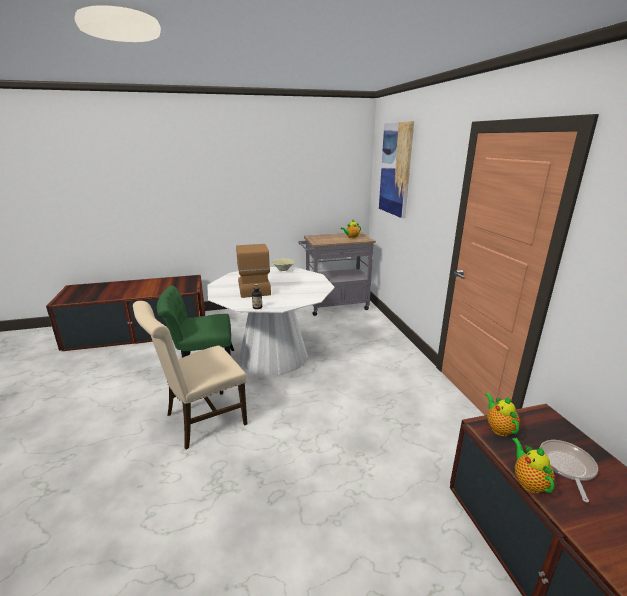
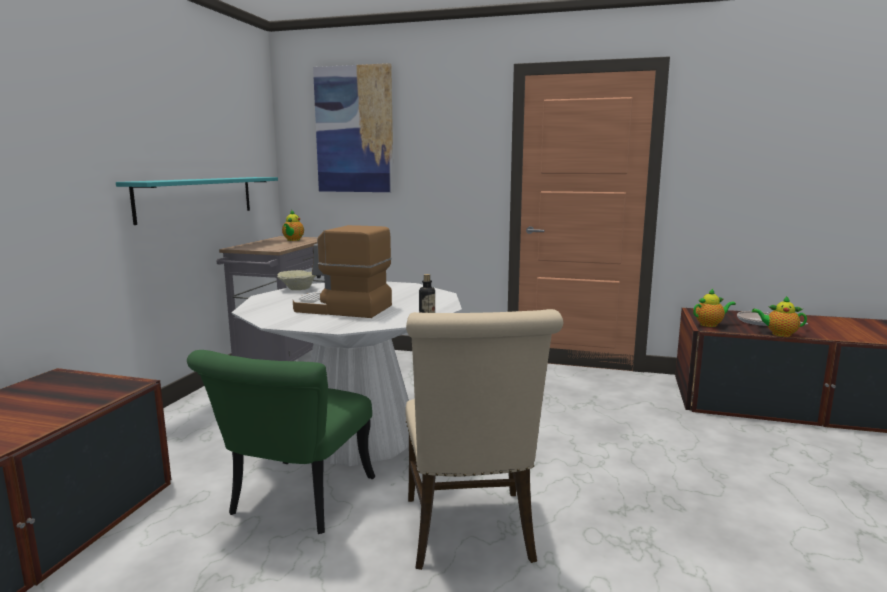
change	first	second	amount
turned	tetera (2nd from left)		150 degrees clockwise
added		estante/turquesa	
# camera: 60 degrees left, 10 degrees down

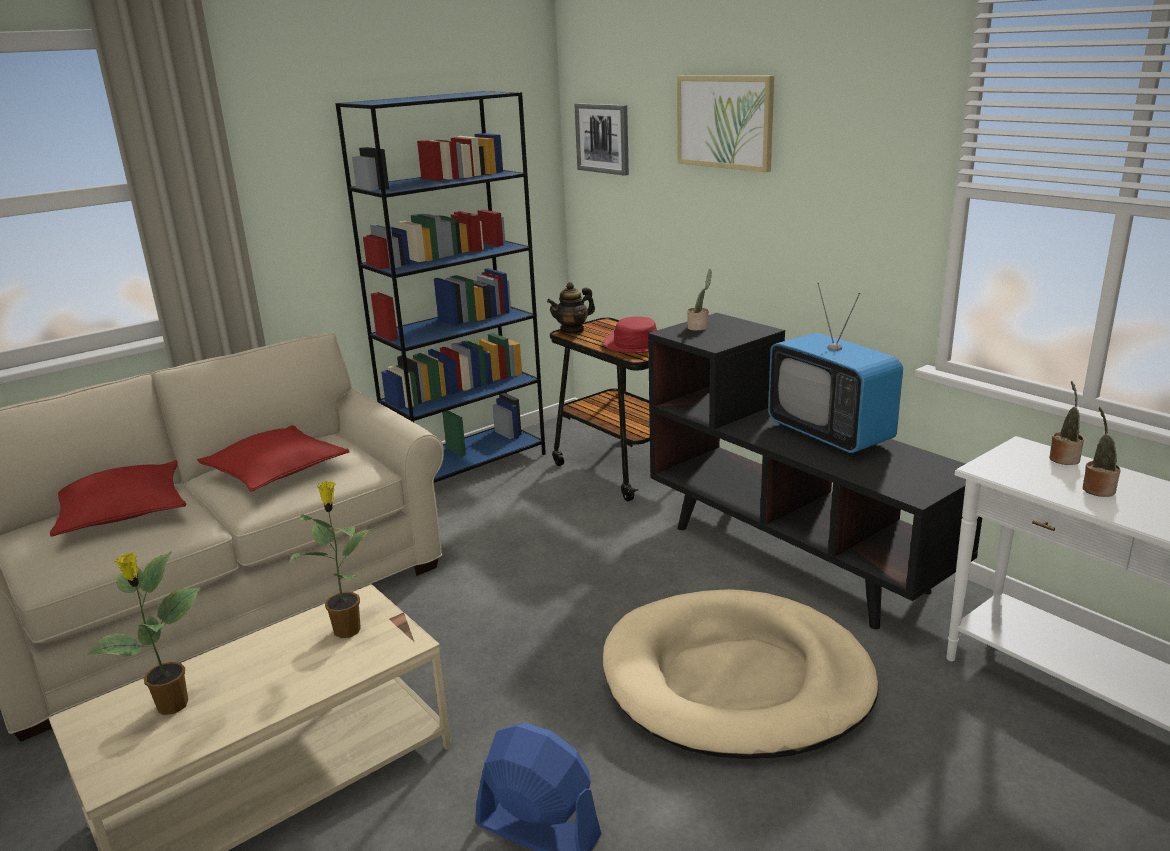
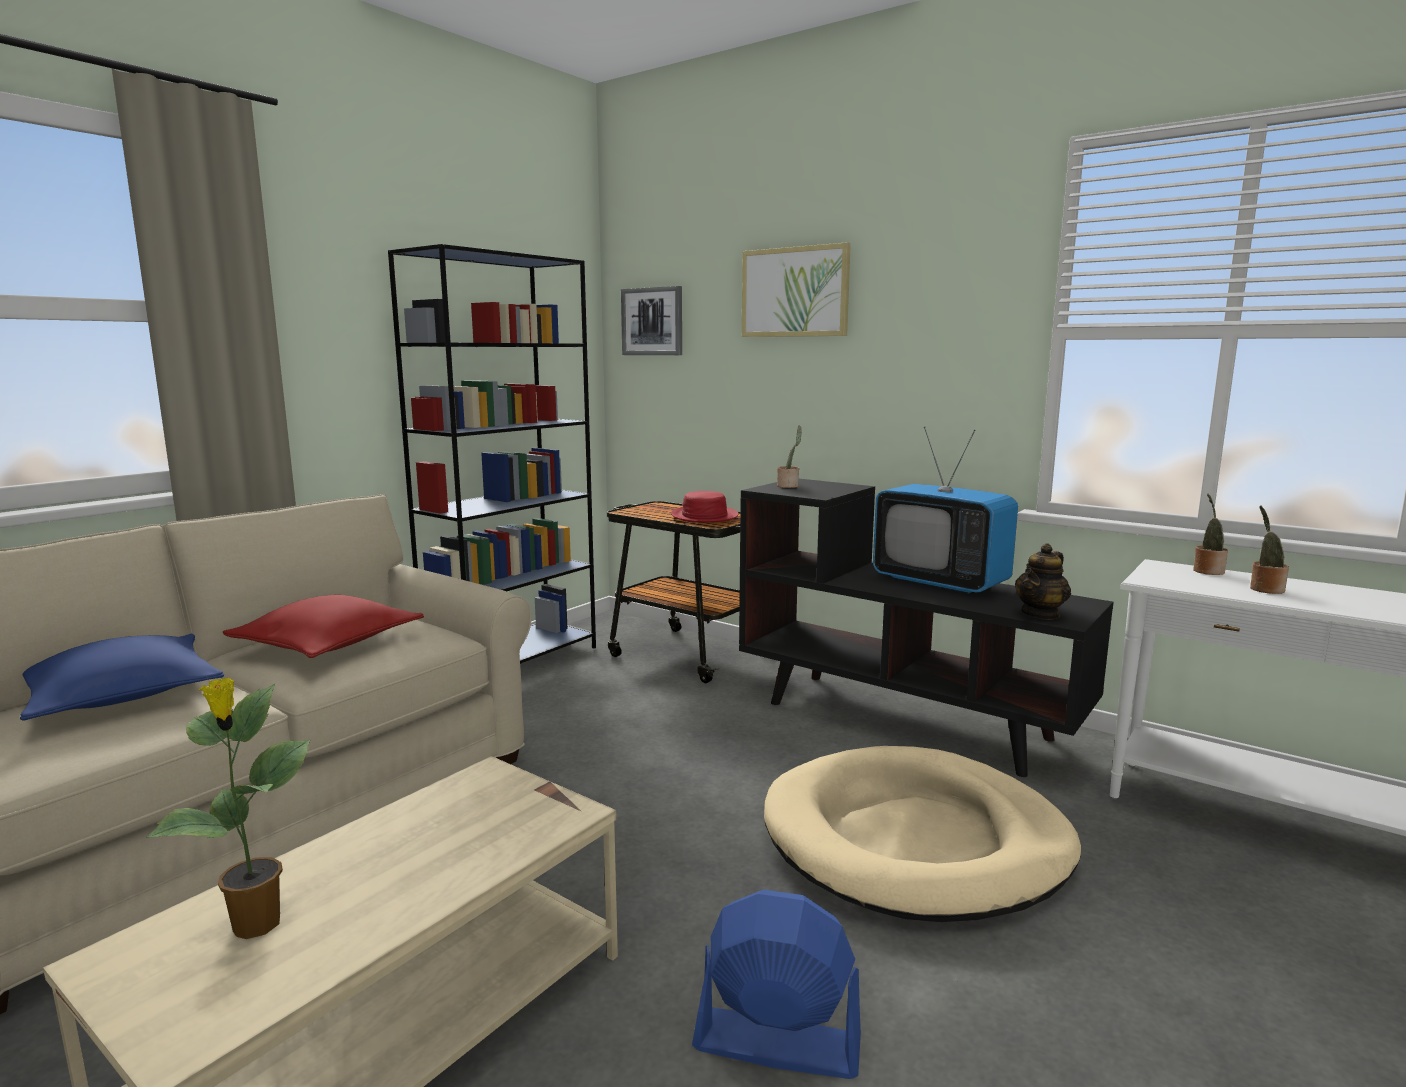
change	first	second	amount
recoloured	cojín/rojo (1st from left)	cojín/azul	
removed	planta en maceta (2nd from left)		
moved	tetera		
# camera: 15 degrees left, 10 degrees down

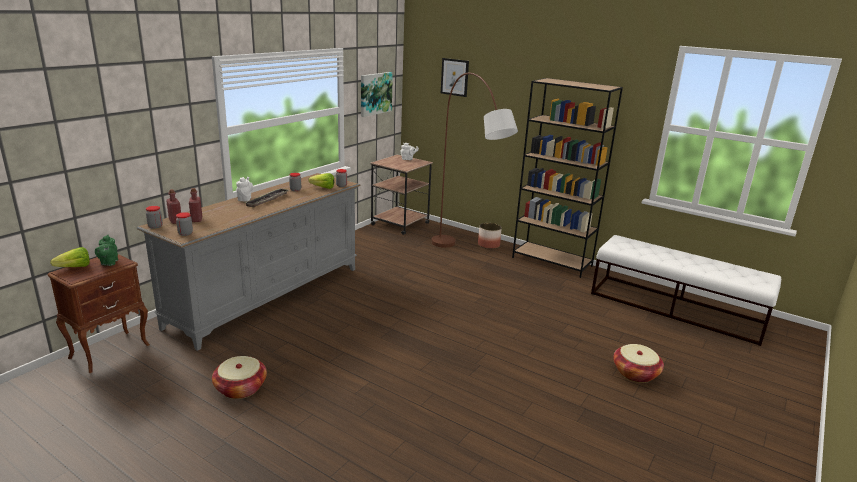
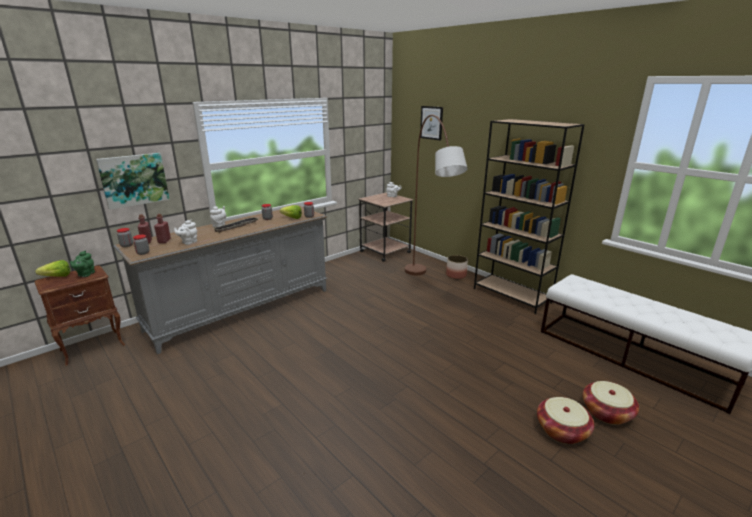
change	first	second	amount
moved	cesta (1st from left in the first image)	cesta (2nd from left)	
moved	cuadro (1st from left)		
added		tetera/blanco (1st from left)	
# camera: 15 degrees right, 0 degrees up

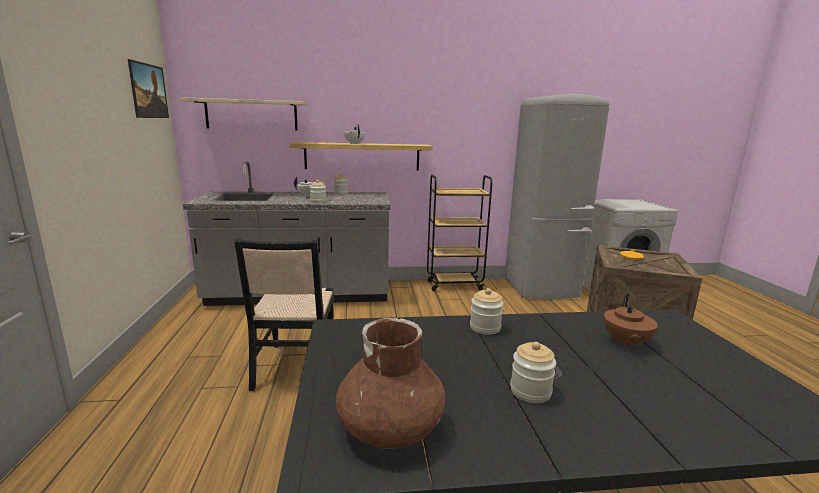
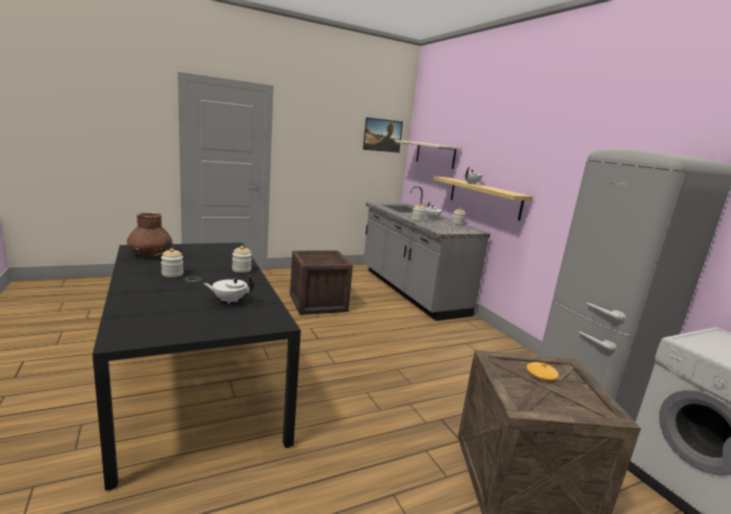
change	first	second	amount
replaced	silla	caja de embalaje (1st from left)	
removed	carrito/marrón		
recoloured	tetera/marrón	tetera/blanco (1st from left)	
# camera: 70 degrees right, 0 degrees up

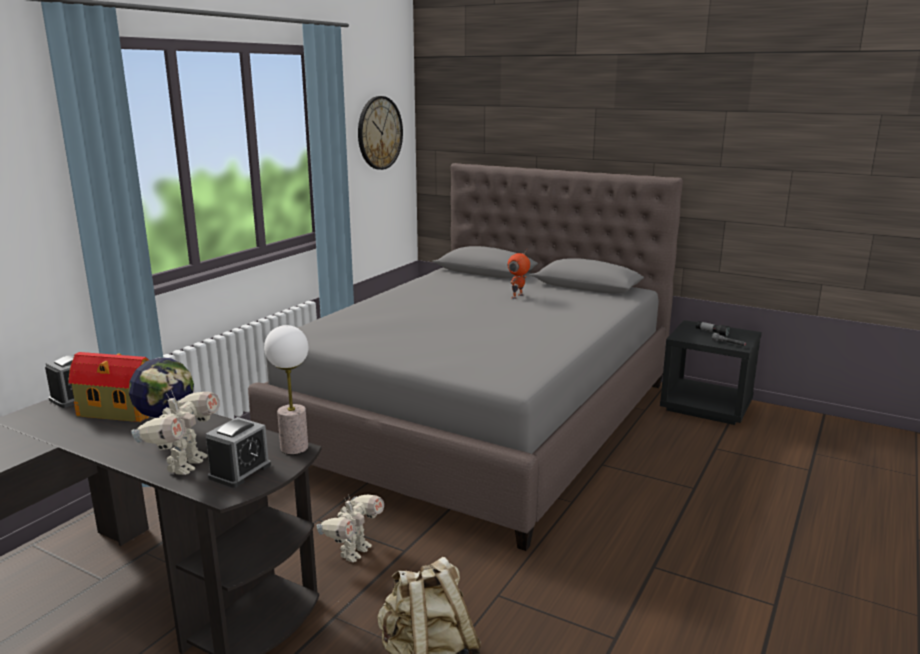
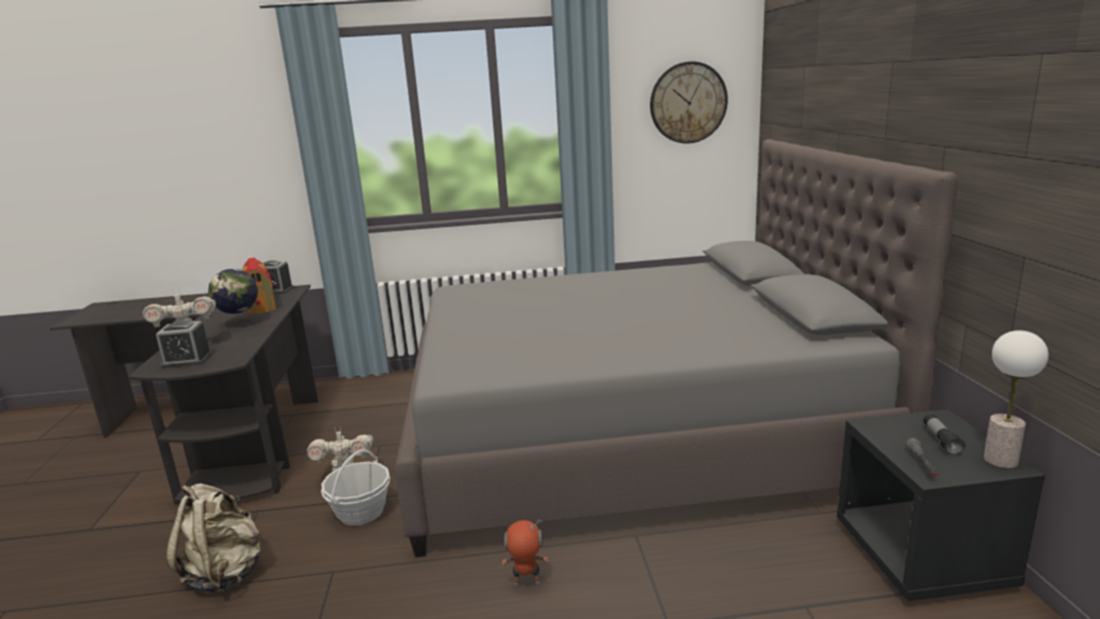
change	first	second	amount
moved	lámpara de mesa		
moved	robot de juguete (3rd from left)		
added		cesta	
# camera: 55 degrees right, 0 degrees up

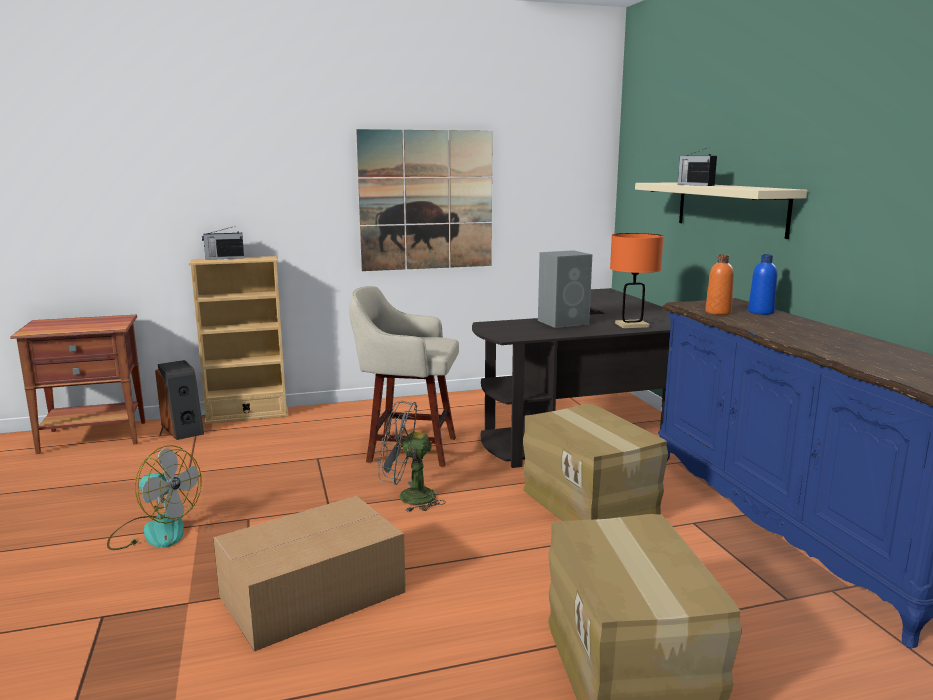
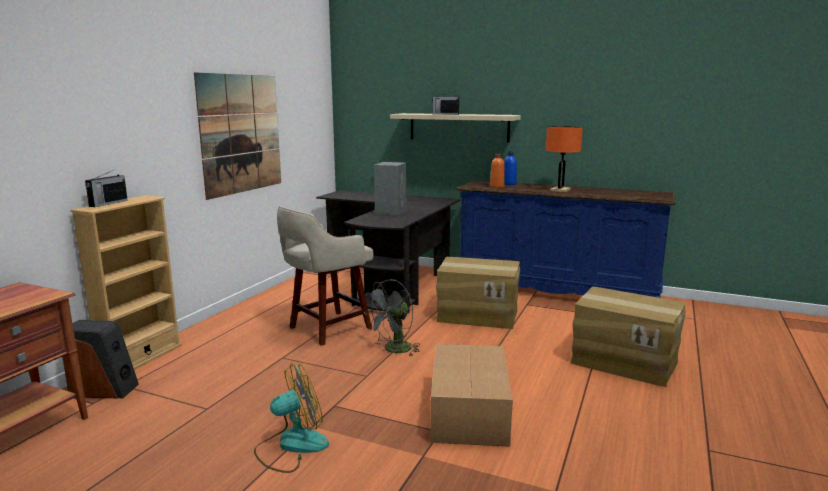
change	first	second	amount
moved	lámpara de mesa/naranja		
# camera: 50 degrees left, 0 degrees up

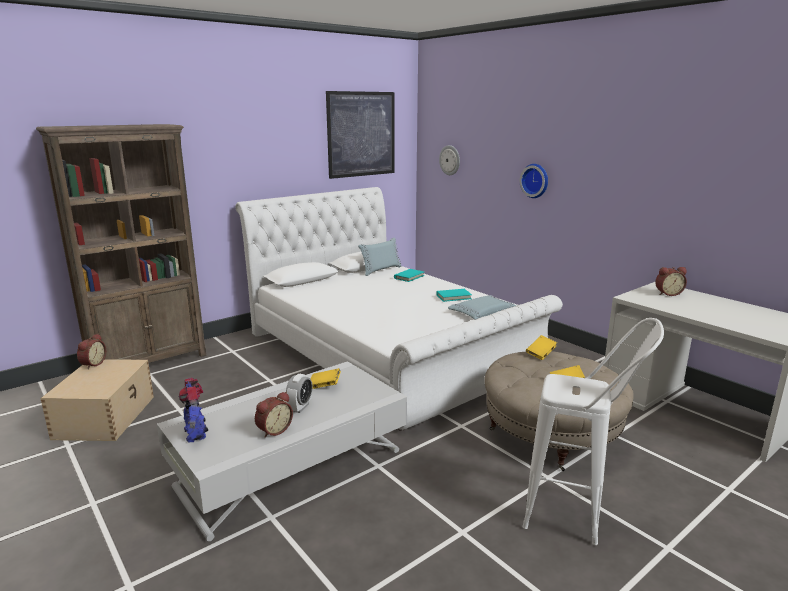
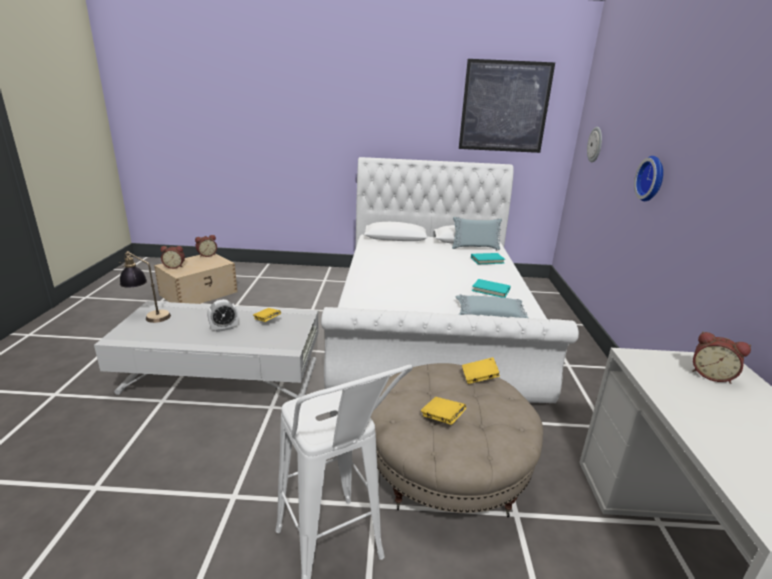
change	first	second	amount
removed	estantería/marrón		
replaced	robot de juguete	lámpara de mesa	
moved	despertador (2nd from left in the first image)	despertador (1st from left)	
# camera: 40 degrees right, 5 degrees up

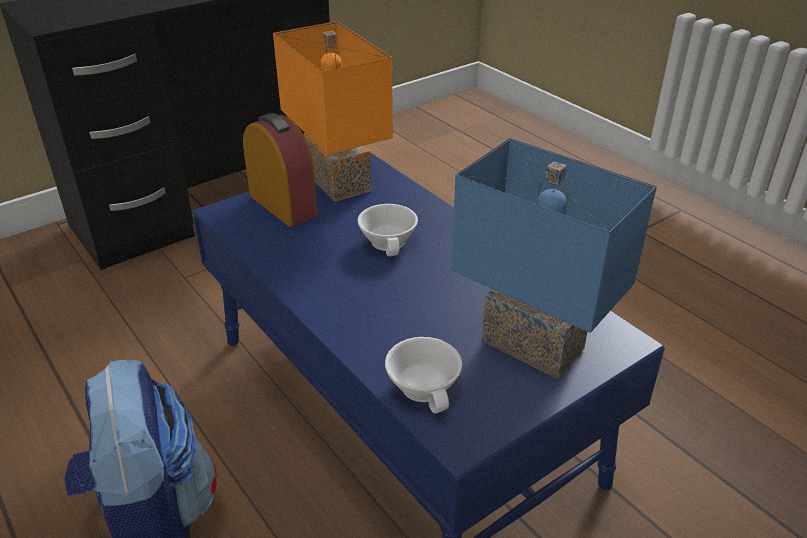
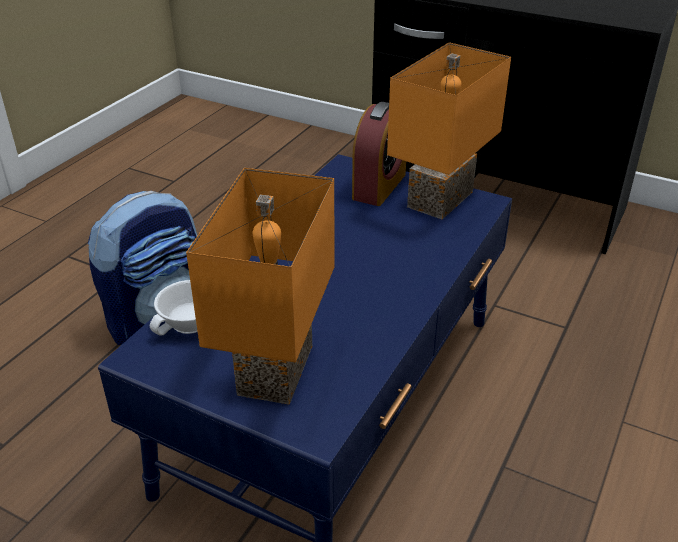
change	first	second	amount
removed	taza/blanco (1st from left)		
recoloured	lámpara de mesa/azul	lámpara de mesa/naranja (1st from left)	
# camera: 65 degrees right, 0 degrees up

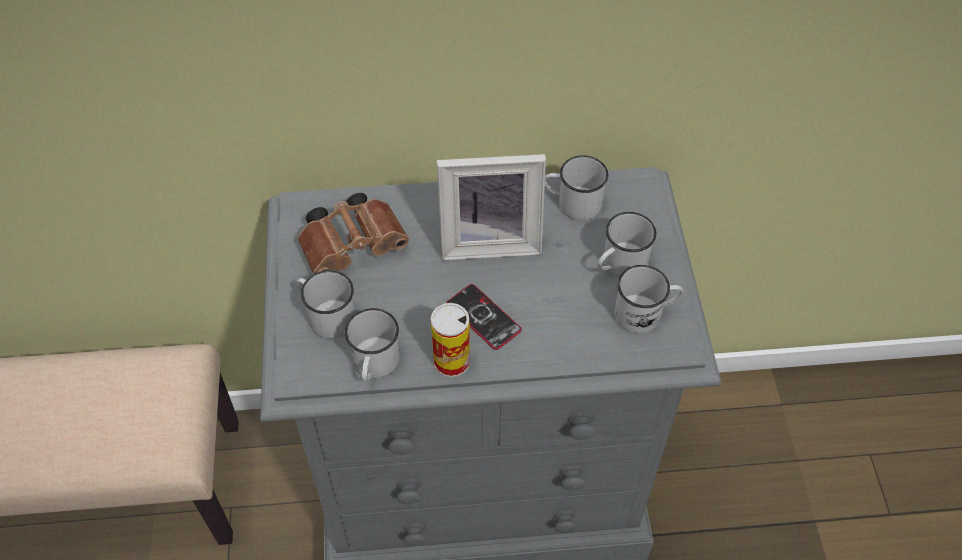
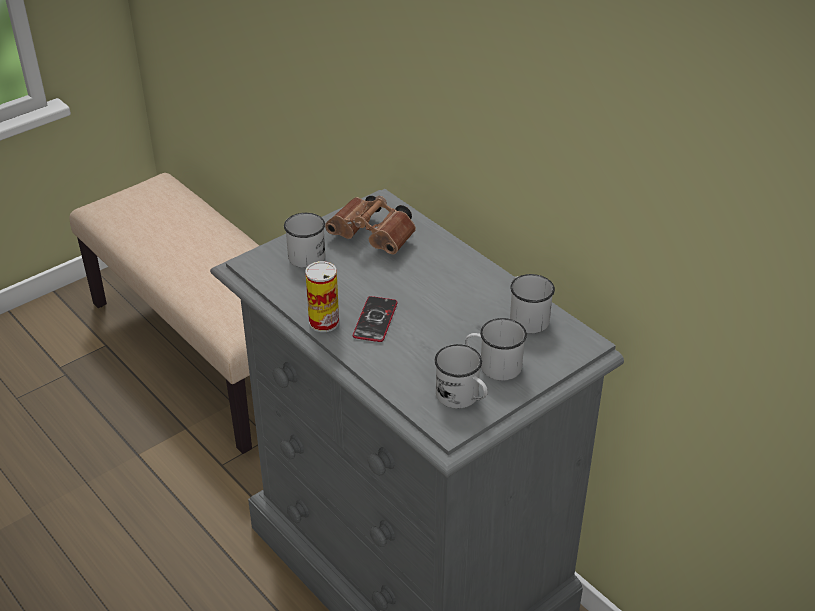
change	first	second	amount
removed	taza grande/blanco (2nd from left)		
removed	portarretratos		
# camera: 55 degrees right, 15 degrees down

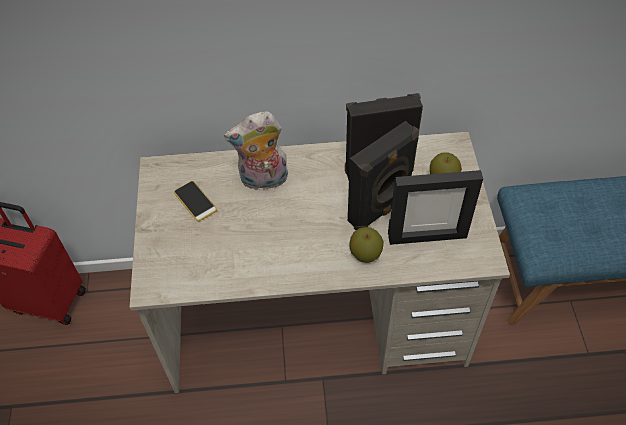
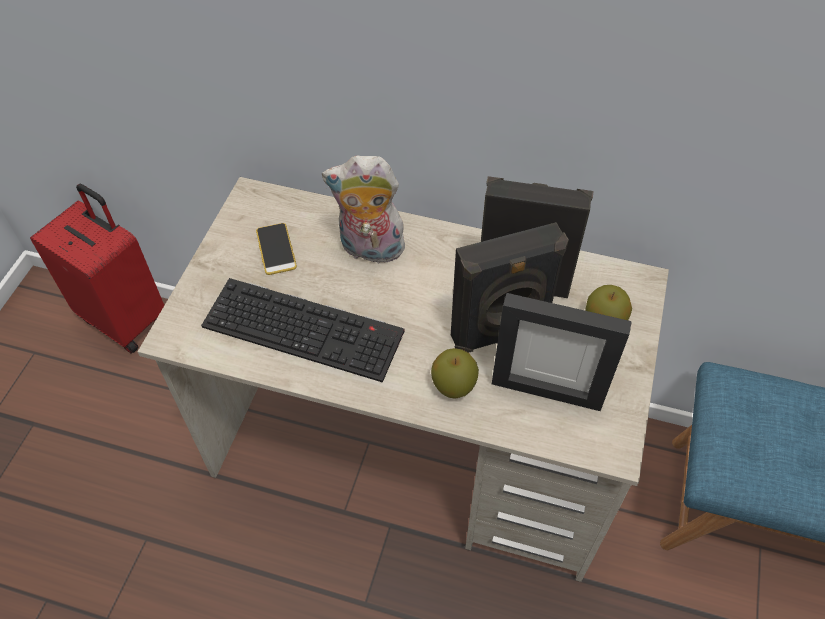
change	first	second	amount
added		teclado	
# camera: 20 degrees right, 0 degrees up

